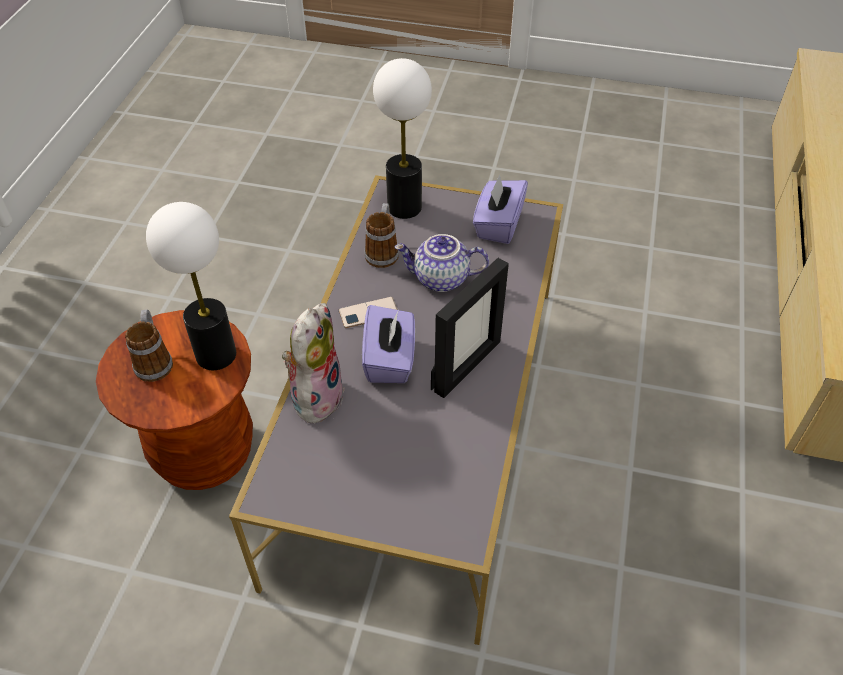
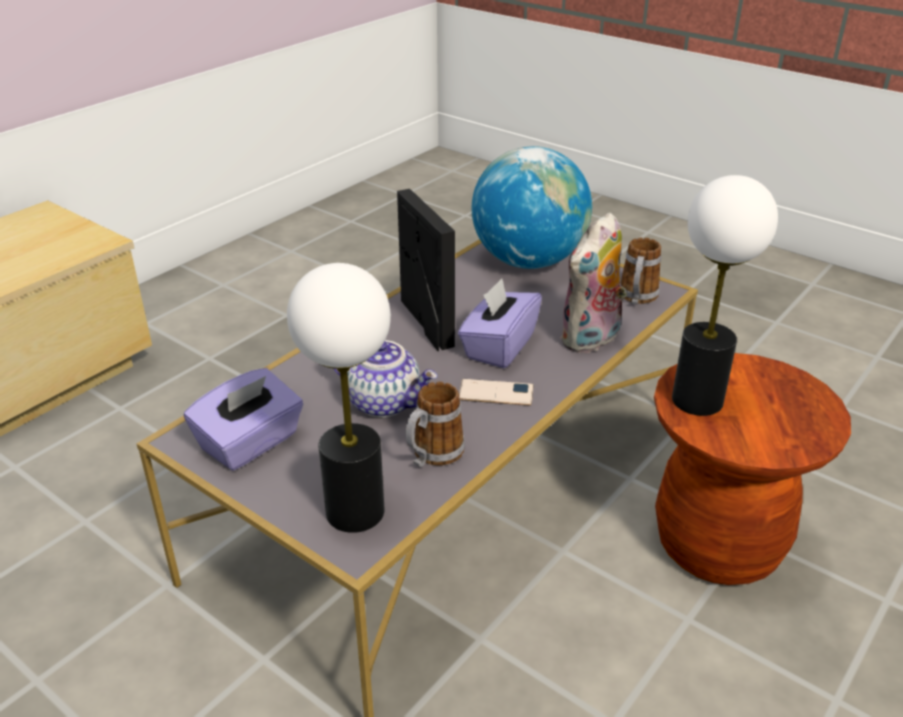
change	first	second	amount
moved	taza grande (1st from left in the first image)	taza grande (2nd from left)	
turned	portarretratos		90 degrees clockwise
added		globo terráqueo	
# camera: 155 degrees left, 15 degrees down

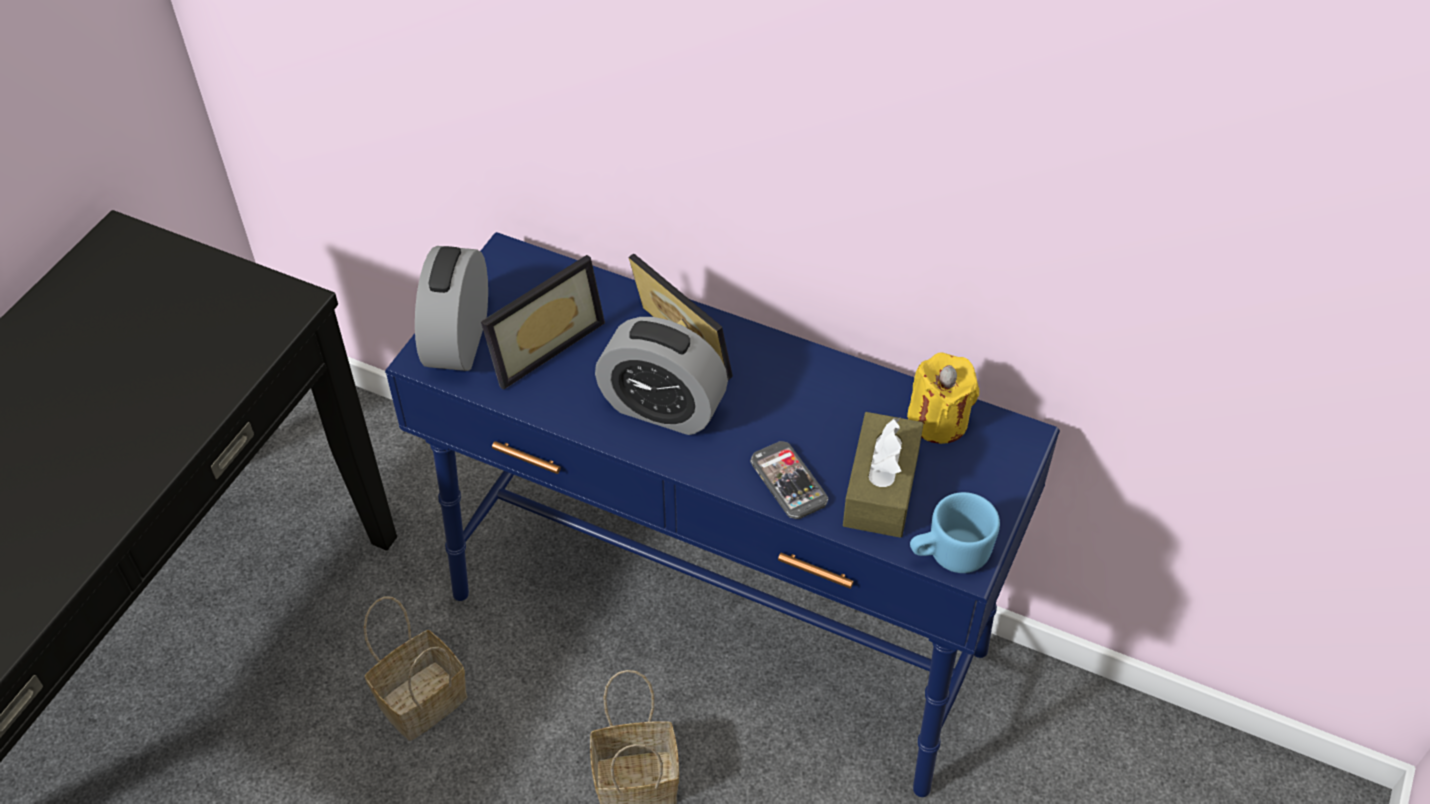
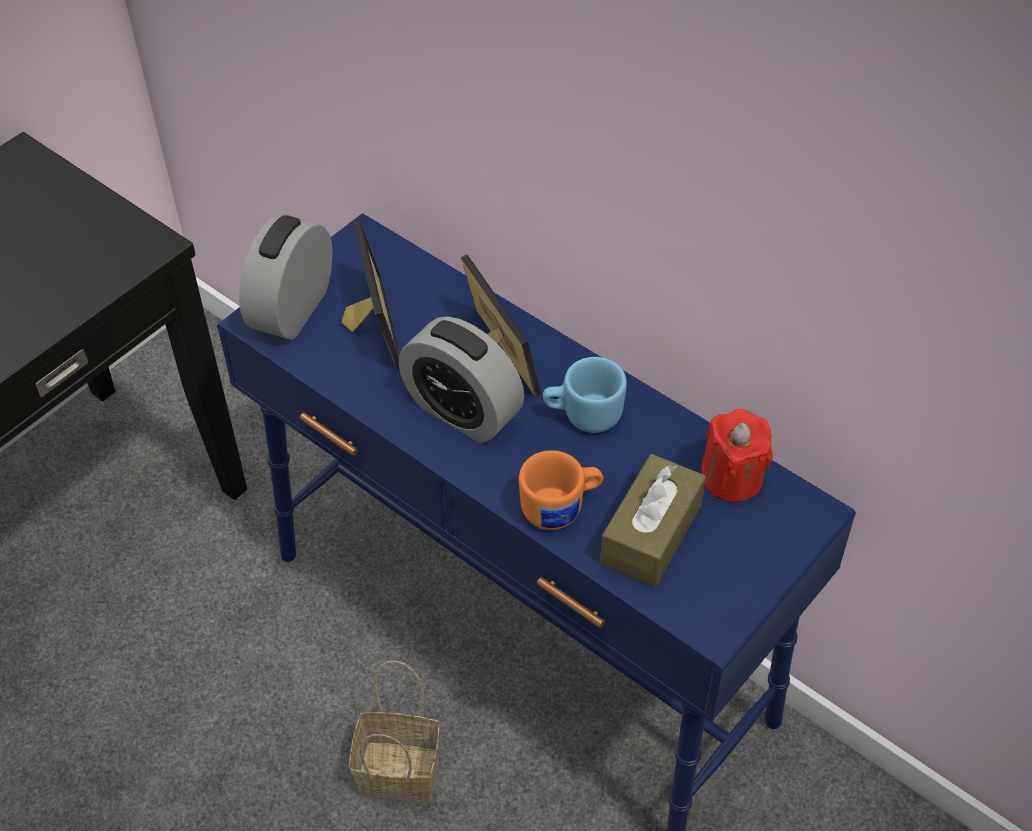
change	first	second	amount
removed	cesta (1st from left)		
turned	portarretratos (1st from left)		75 degrees counterclockwise
replaced	móvil	taza grande/naranja	
recoloured	vela/amarillo	vela/rojo	
moved	taza grande/azul		
# camera: 15 degrees right, 0 degrees up

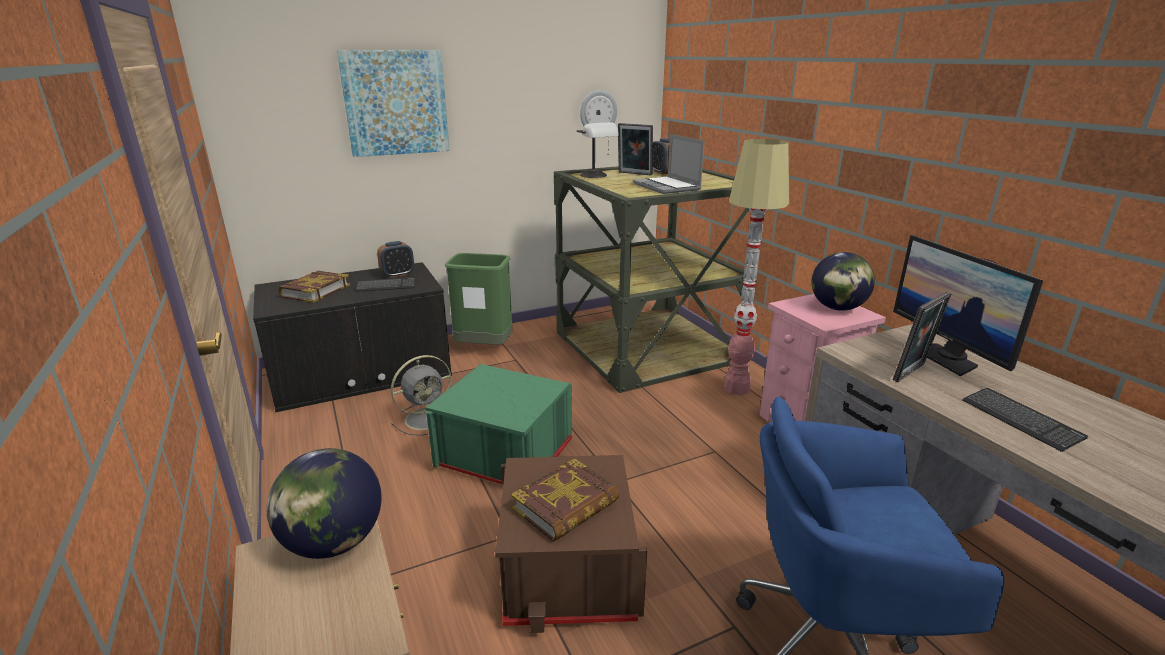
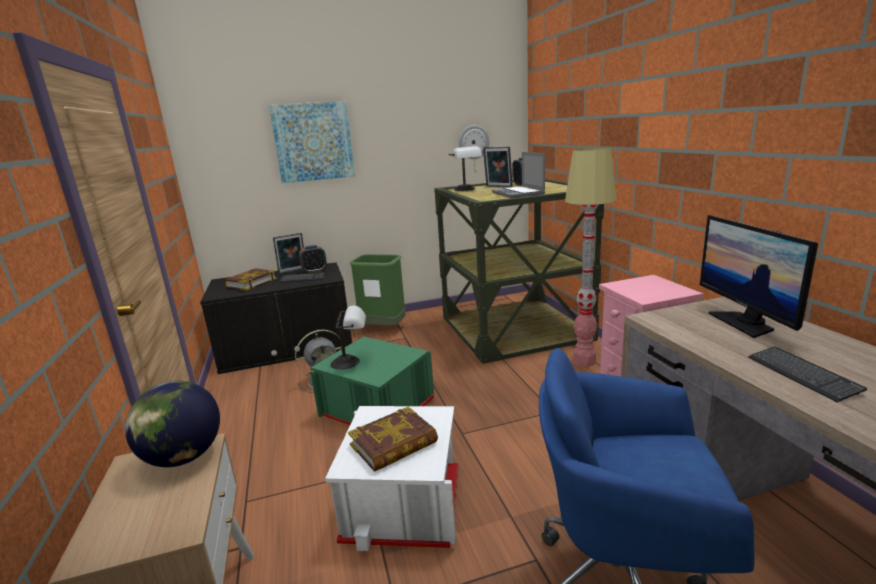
change	first	second	amount
recoloured	caja de almacenaje/marrón	caja de almacenaje/blanco	
removed	globo terráqueo (2nd from left)		
moved	portarretratos (2nd from left in the first image)	portarretratos (1st from left)	
added		lámpara de mesa (1st from left)	
# camera: 10 degrees right, 5 degrees down

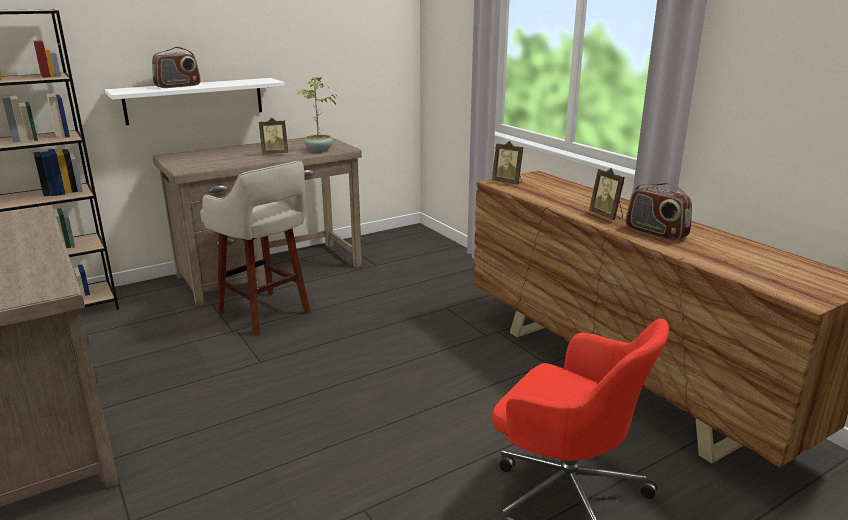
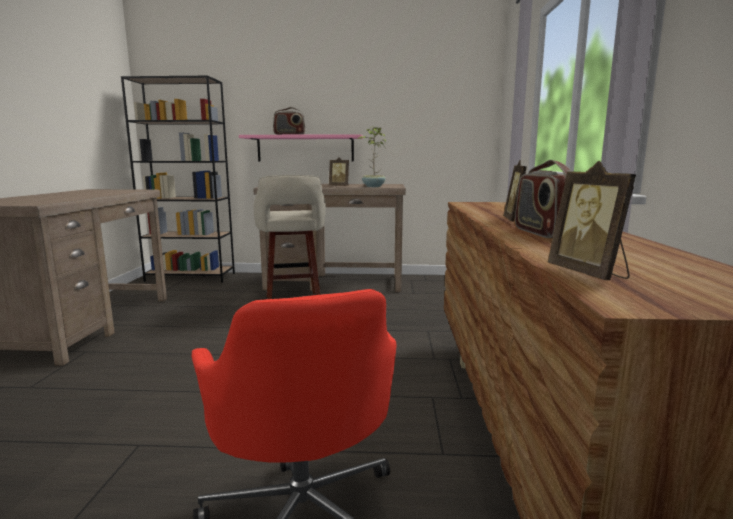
change	first	second	amount
recoloured	estante/blanco	estante/rosa	
moved	portarretratos (2nd from left in the first image)	portarretratos (3rd from left)	
# camera: 35 degrees right, 10 degrees down

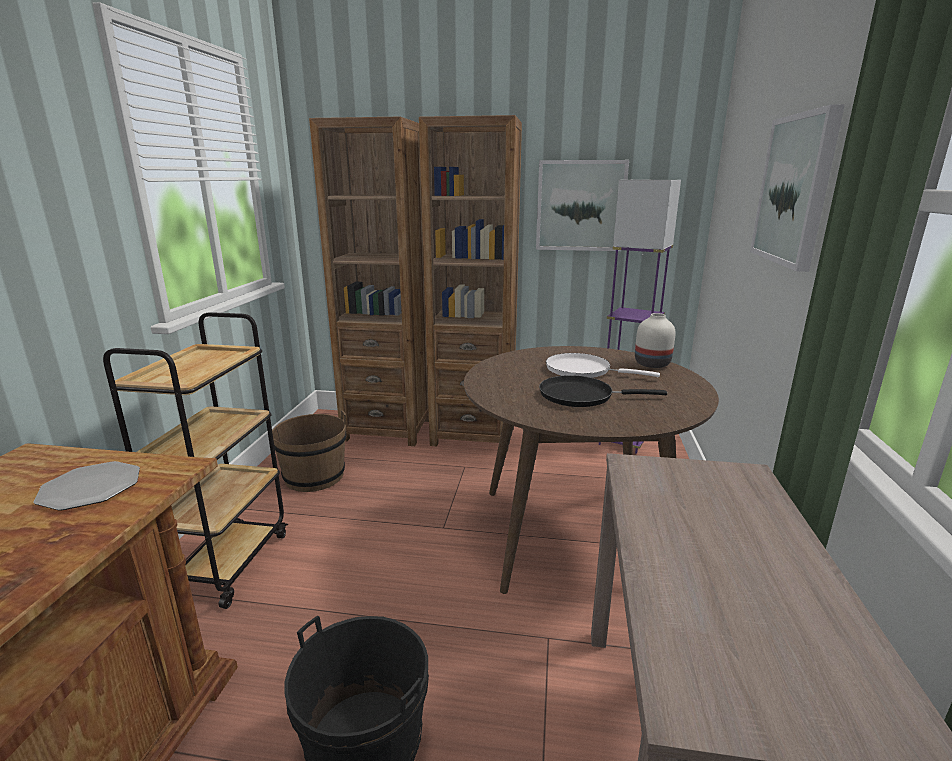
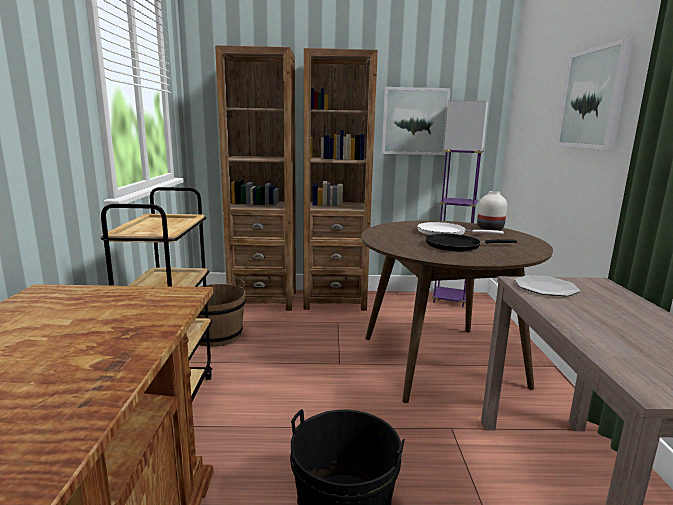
change	first	second	amount
moved	plato		
# camera: 10 degrees left, 5 degrees down

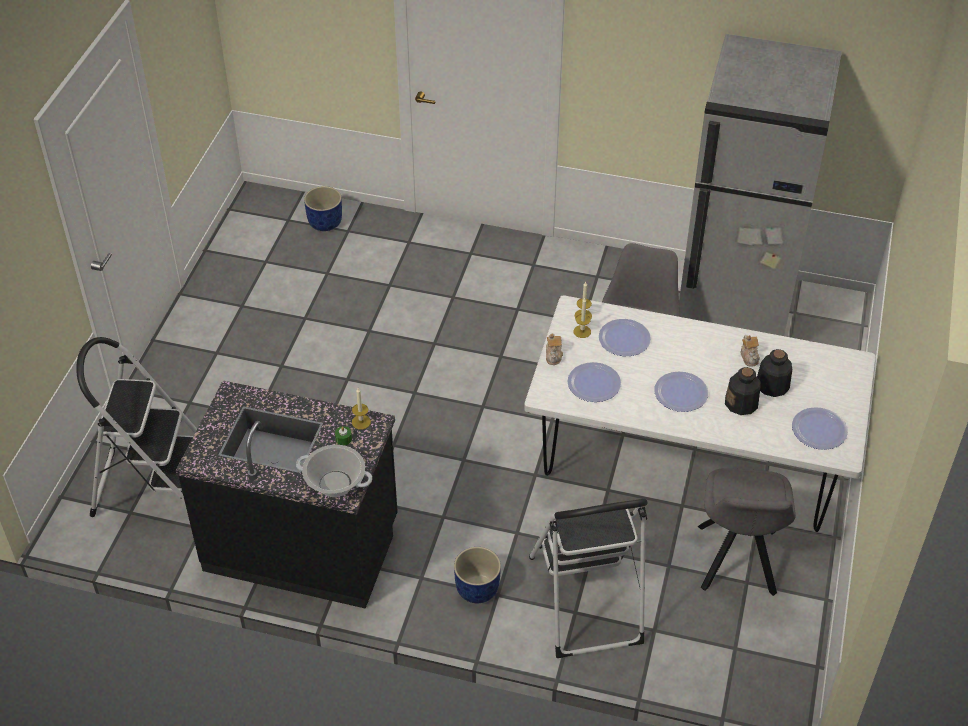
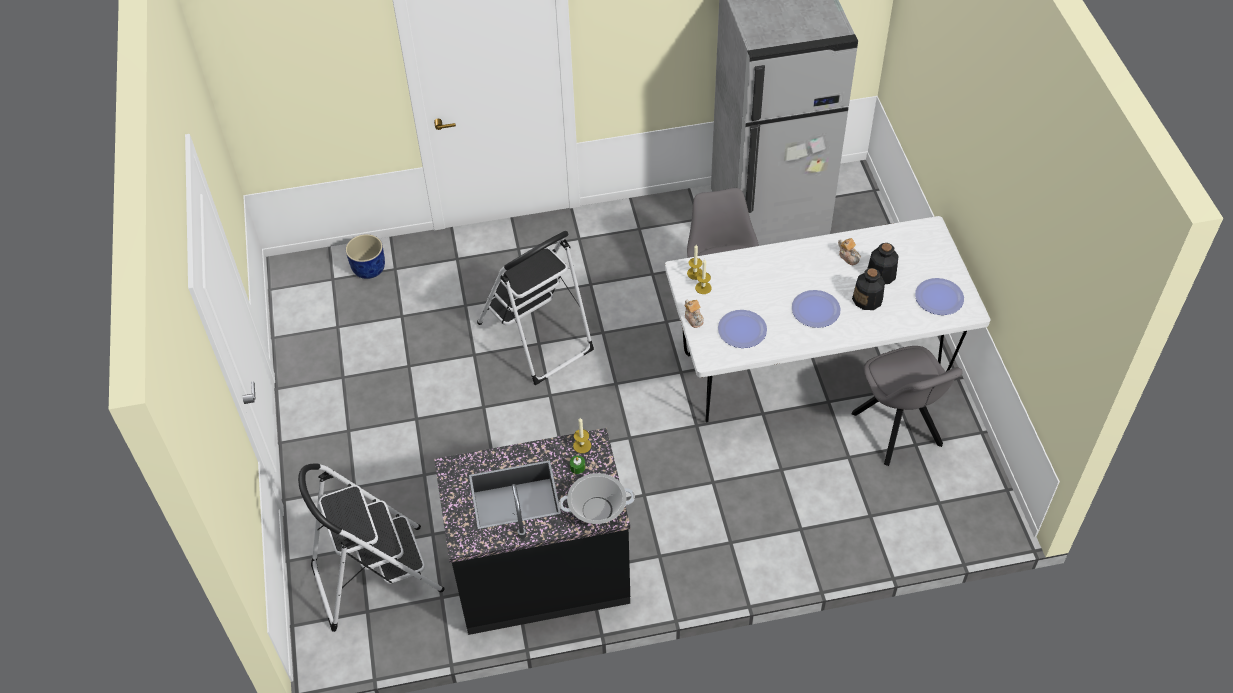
change	first	second	amount
removed	maceta/azul (2nd from left)		
moved	escalera de tijera (2nd from left)		
removed	plato (2nd from left)		
# camera: 25 degrees left, 5 degrees up

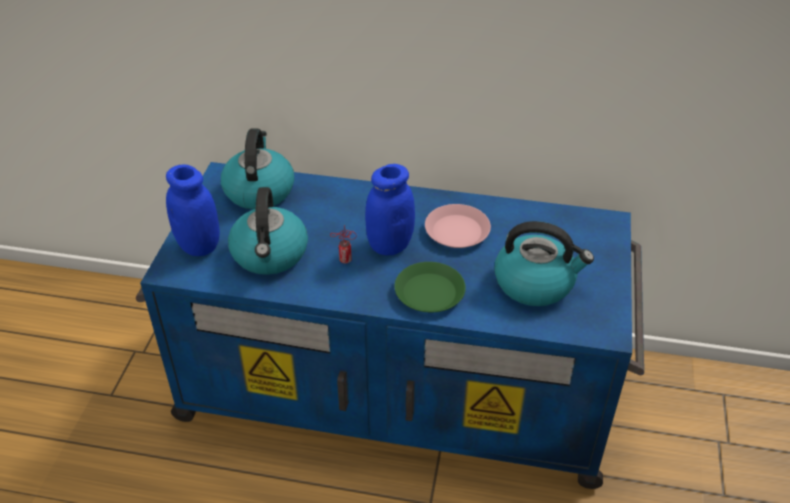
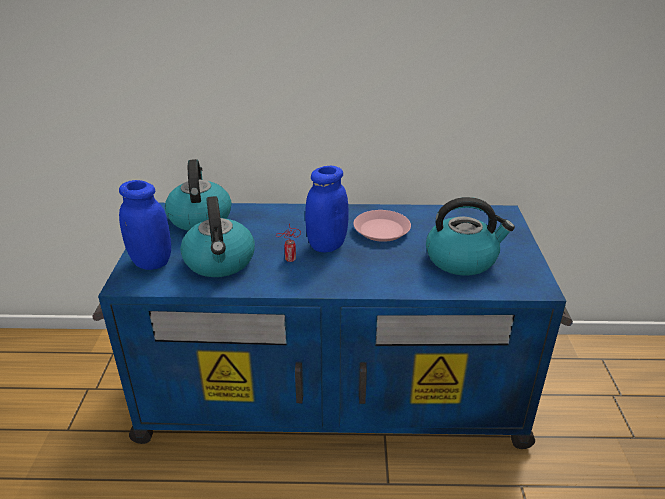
change	first	second	amount
removed	plato/verde		
# camera: 10 degrees left, 10 degrees down

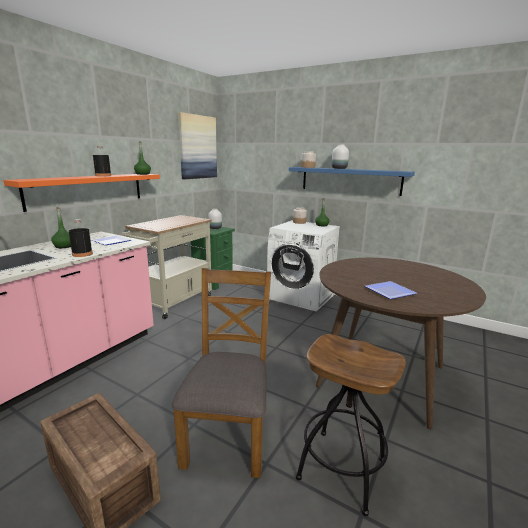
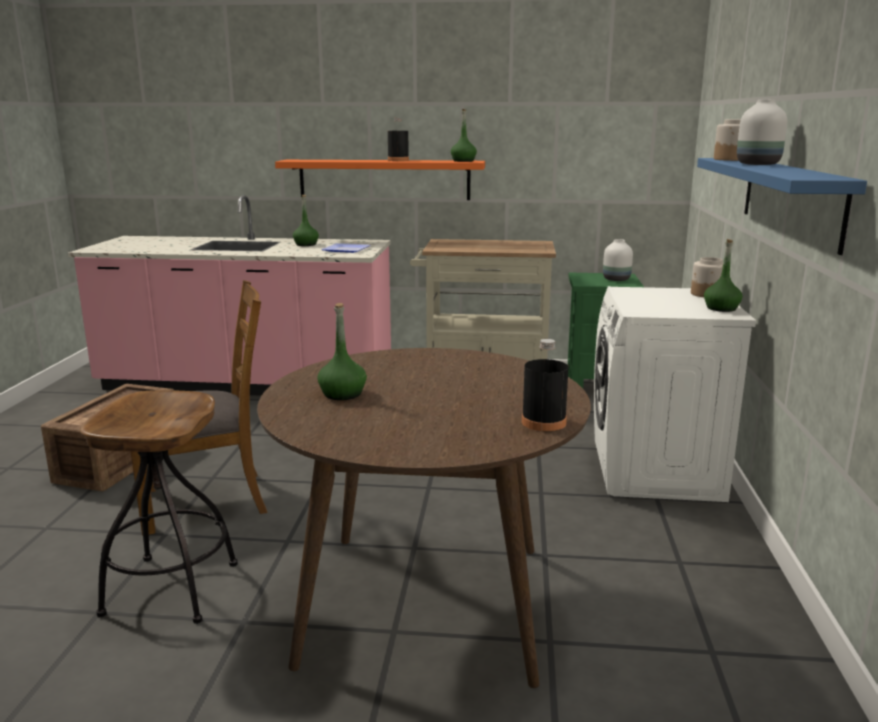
change	first	second	amount
moved	botella/negro (1st from left in the first image)	botella/negro (2nd from left)	
removed	cuadro		
replaced	plato (2nd from left)	botella/verde (2nd from left)	
# camera: 65 degrees right, 0 degrees up

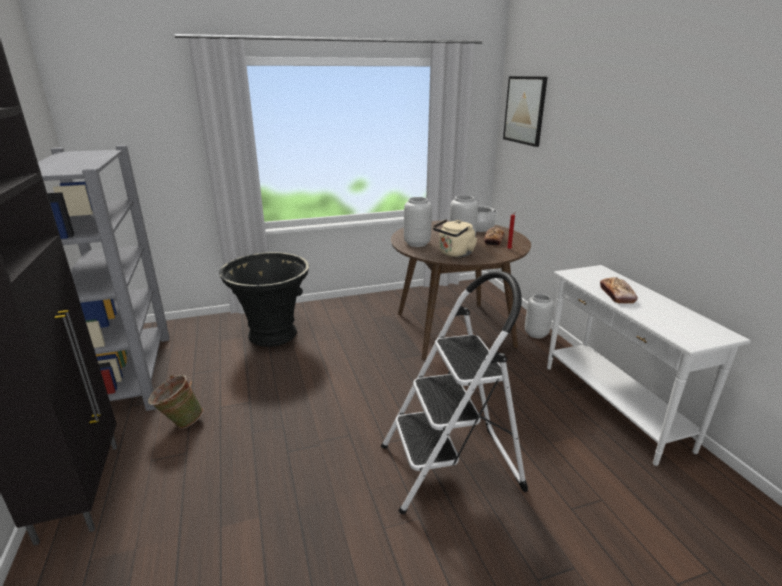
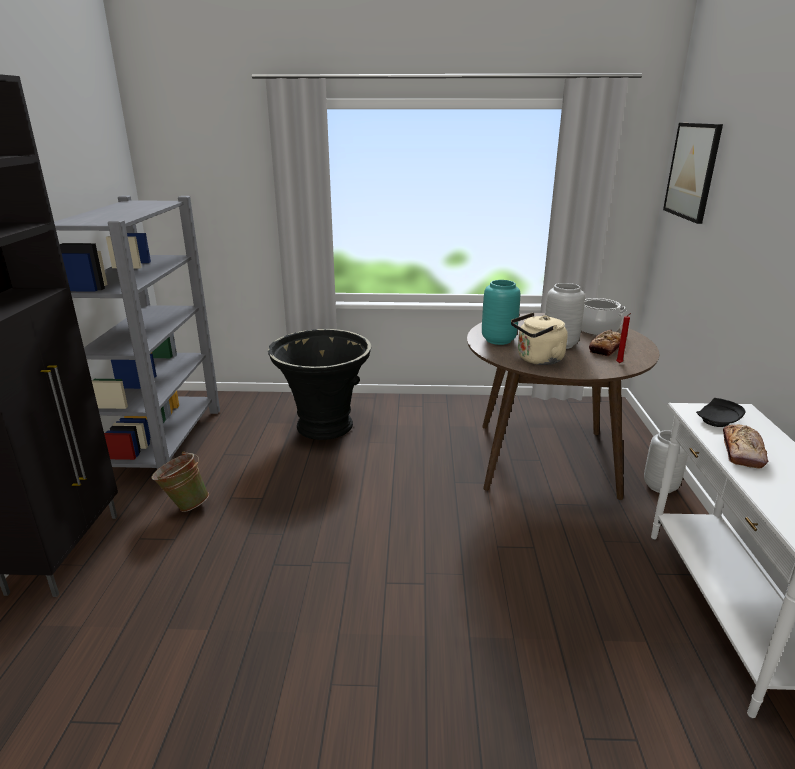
change	first	second	amount
removed	escalera de tijera		
recoloured	florero/gris (1st from left)	florero/turquesa	
added		plato/negro	
# camera: 20 degrees right, 0 degrees up

